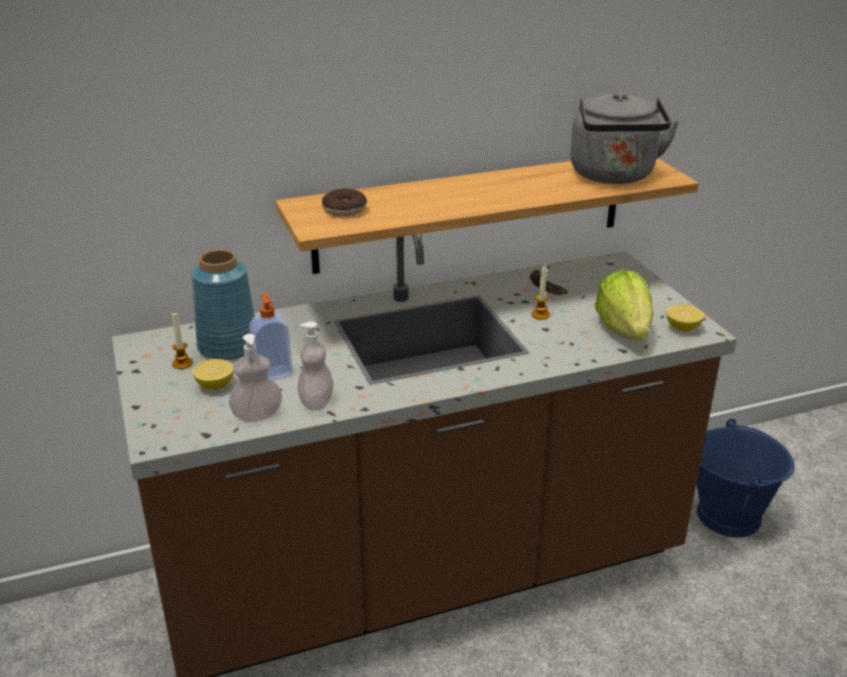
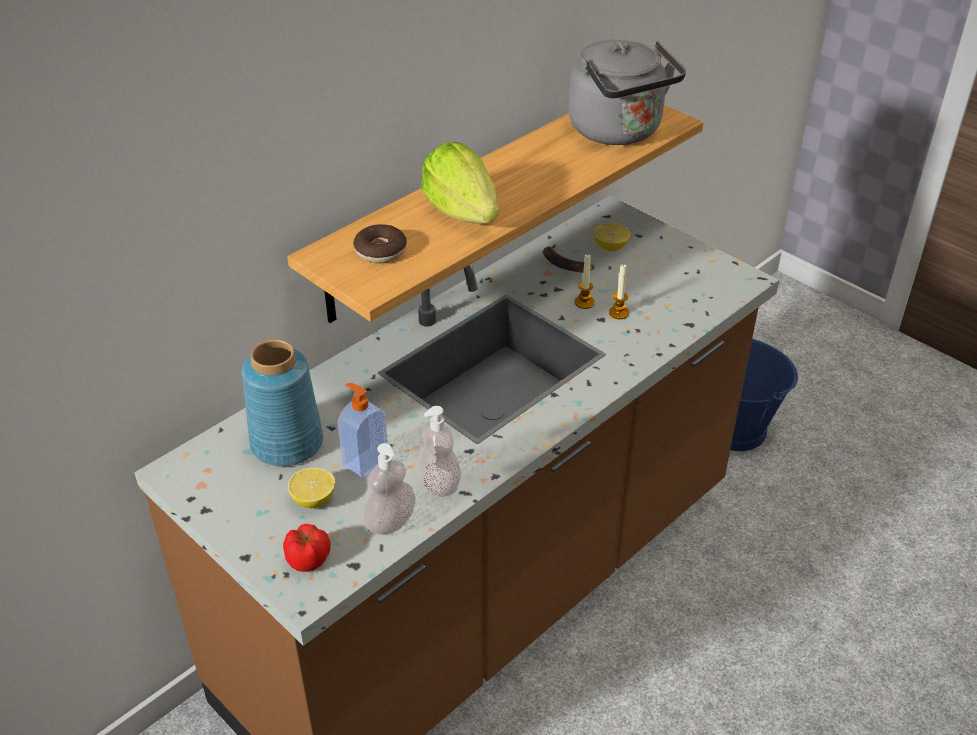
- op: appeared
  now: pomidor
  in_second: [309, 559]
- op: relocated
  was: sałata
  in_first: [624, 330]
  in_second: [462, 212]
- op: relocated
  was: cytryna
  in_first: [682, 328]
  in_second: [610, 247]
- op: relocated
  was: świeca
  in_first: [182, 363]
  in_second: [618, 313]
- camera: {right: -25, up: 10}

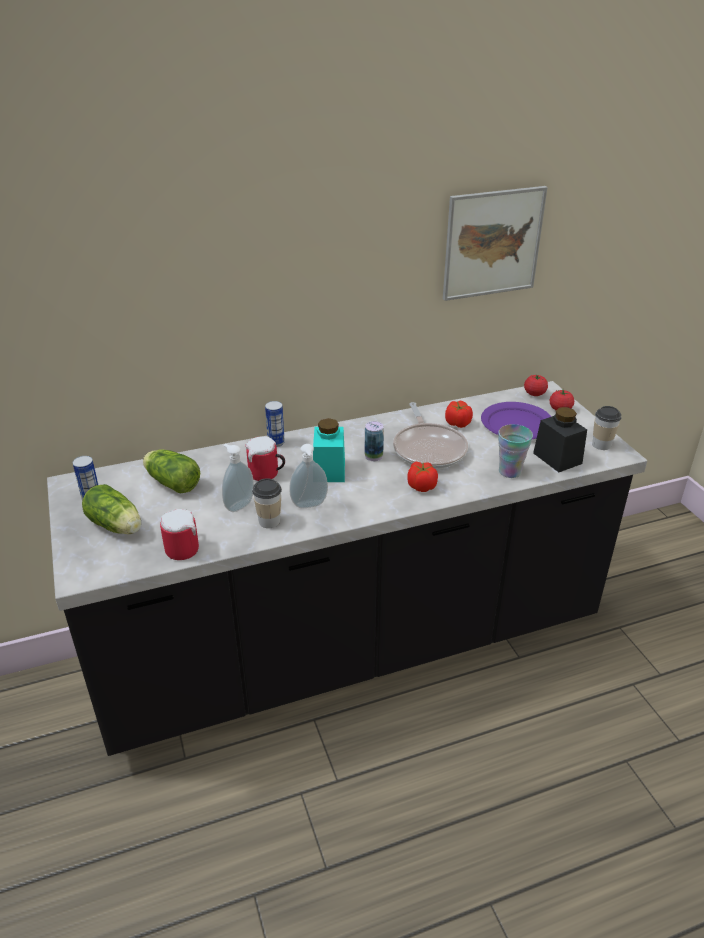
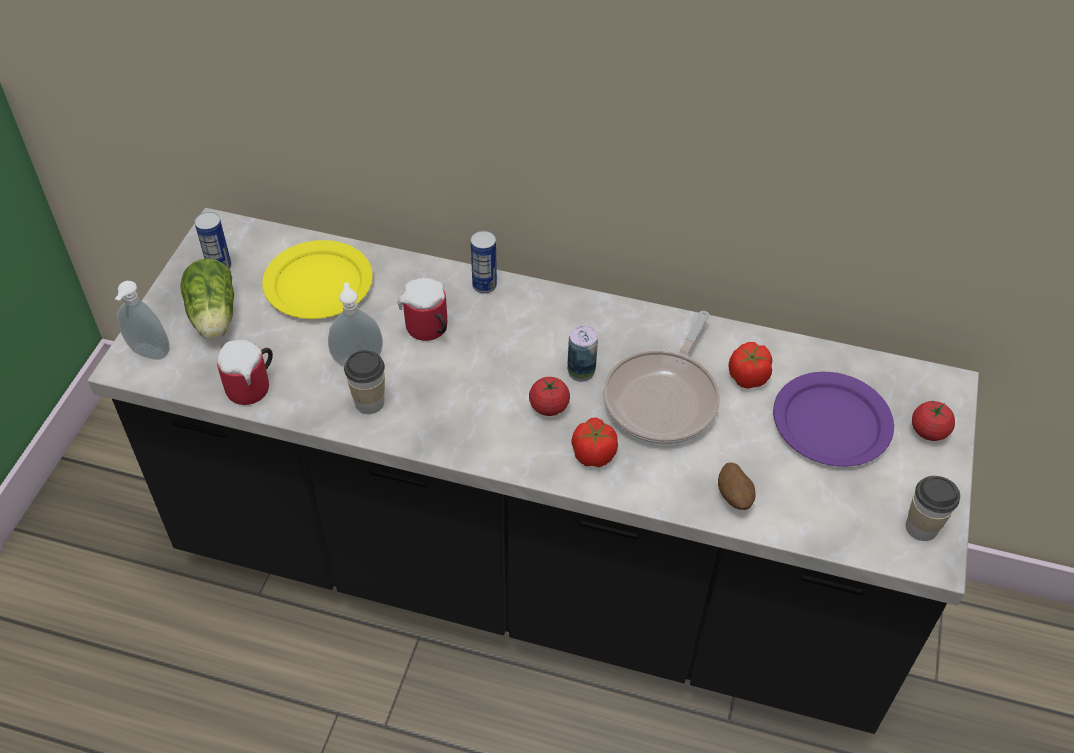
- op: relocated
  was: dozownik mydła
  in_first: [309, 505]
  in_second: [148, 354]
- op: exchanged
  was: sałata
  now: talerz [żółty]
  in_first: [171, 482]
  in_second: [318, 284]
- op: relocated
  was: pomidor
  in_first: [534, 393]
  in_second: [549, 406]
- op: exchanged
  was: filiżanka
  now: ziemniak
  in_first: [510, 472]
  in_second: [734, 497]
- op: missing
  was: słoik [turkusowy]
  in_first: [329, 470]
- op: missing
  was: obraz
  in_first: [492, 243]
- op: missing
  was: słoik [czarny]
  in_first: [557, 458]
- camera: {right: 35, up: 15}

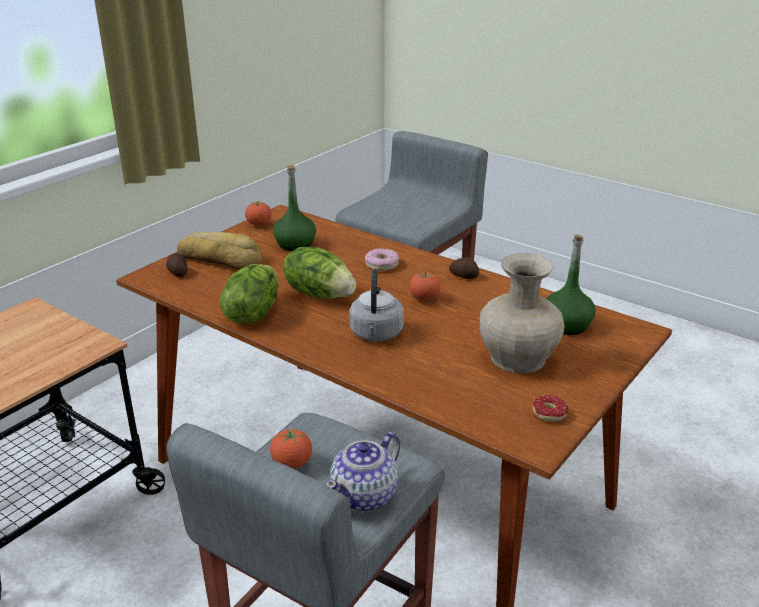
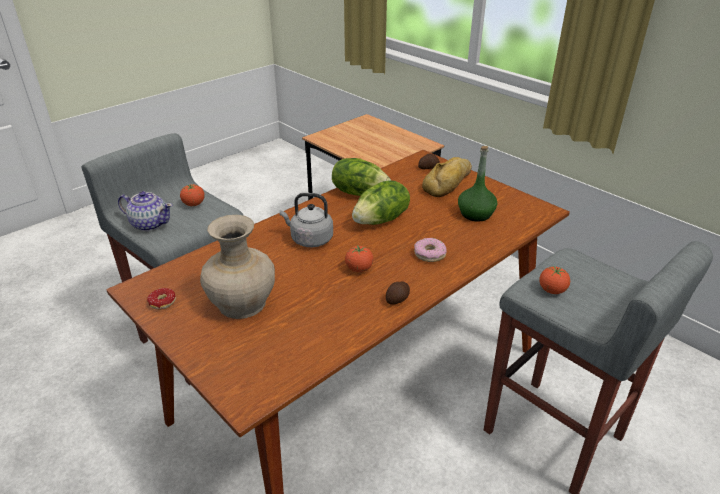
- op: spun
  was: imbryk
  in_first: [365, 495]
  in_second: [149, 224]
  clockwise: 150
- op: relocated
  was: pomidor
  in_first: [259, 224]
  in_second: [552, 290]
- op: missing
  was: butelka [zielony]
  in_first: [566, 325]
- camera: {right: 100, up: 5}

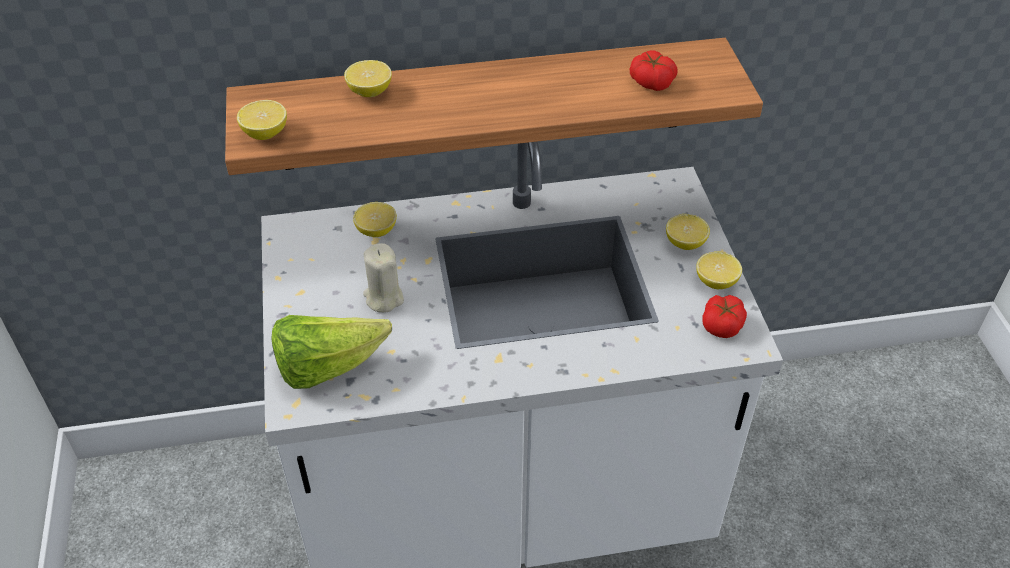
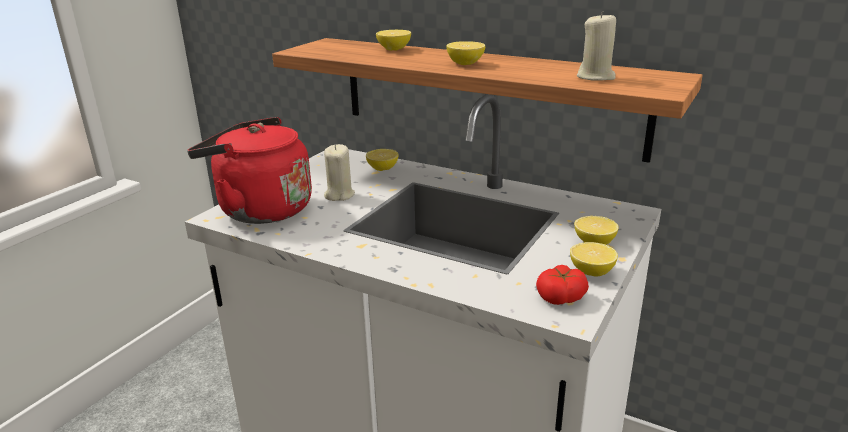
- op: exchanged
  was: sałata
  now: czajnik [czerwony]
  in_first: [327, 367]
  in_second: [260, 209]
- op: relocated
  was: cytryna
  in_first: [265, 133]
  in_second: [465, 63]
- op: exchanged
  was: pomidor
  now: świeca [beżowy]
  in_first: [651, 82]
  in_second: [596, 77]
- camera: {right: 40, up: -20}

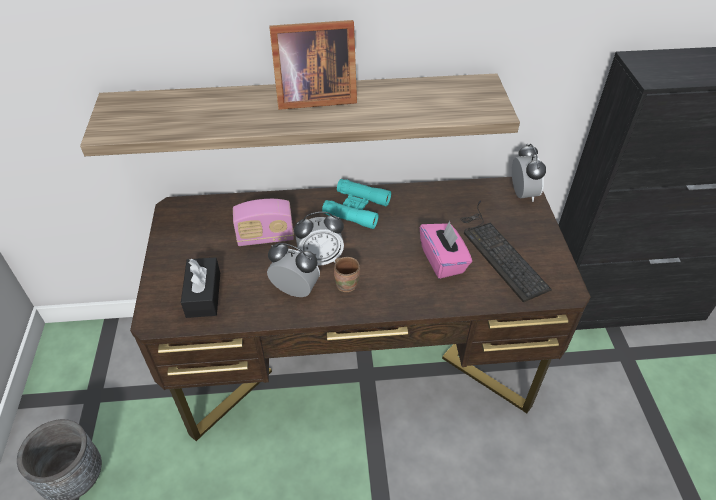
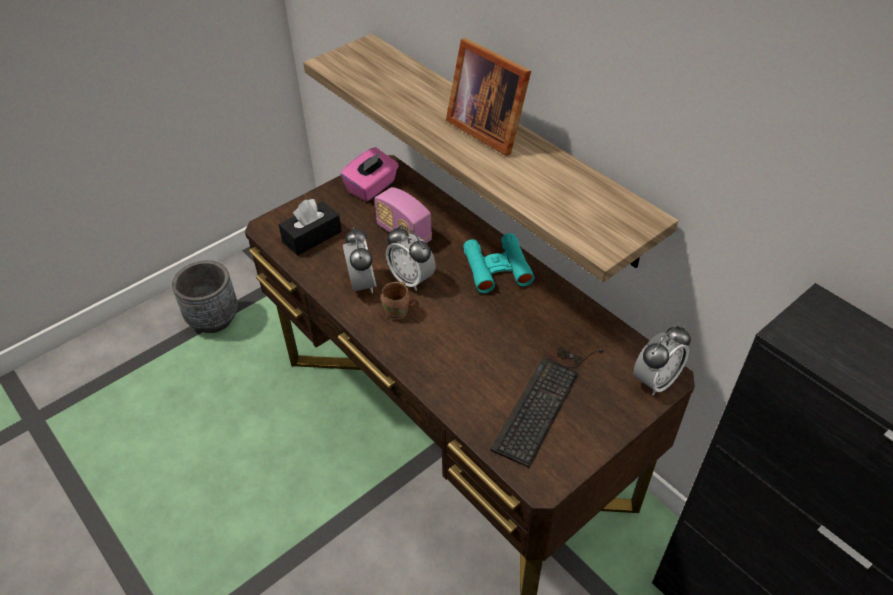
- op: relocated
  was: pudełko chusteczek [różowy]
  in_first: [443, 260]
  in_second: [372, 187]
- camera: {right: 55, up: 0}

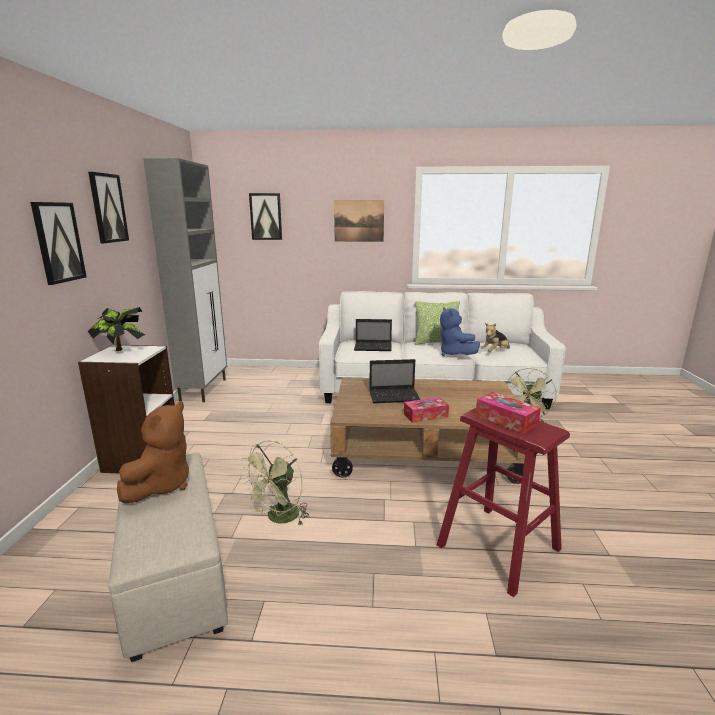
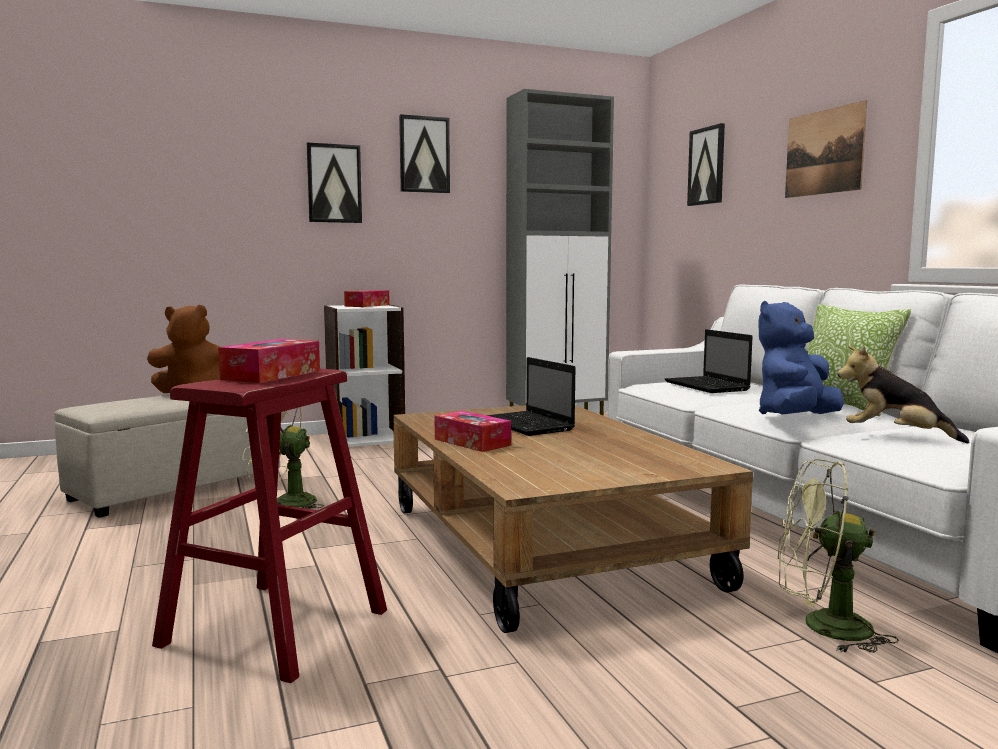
- op: exchanged
  was: roślina doniczkowa
  now: pudełko chusteczek
  in_first: [121, 351]
  in_second: [367, 305]
- camera: {right: 65, up: -10}

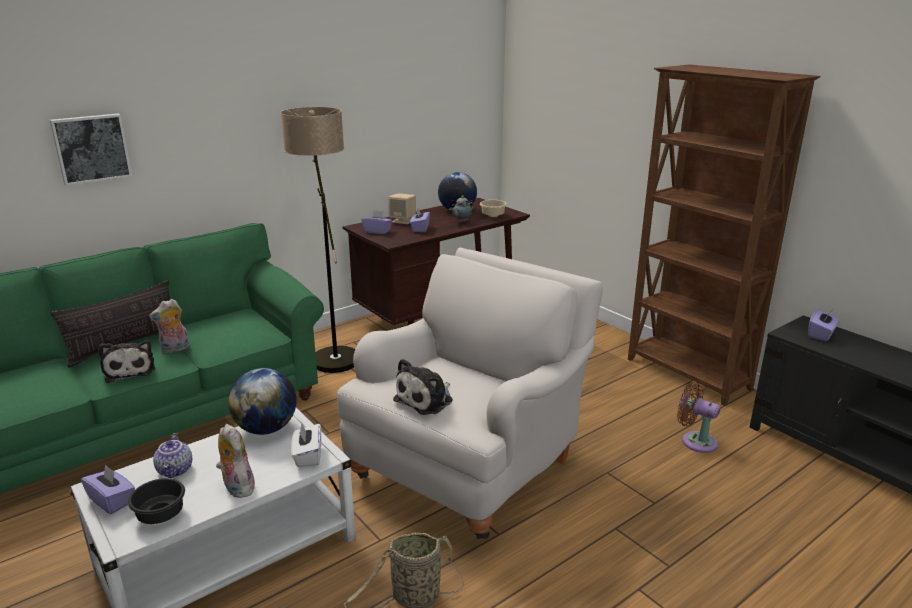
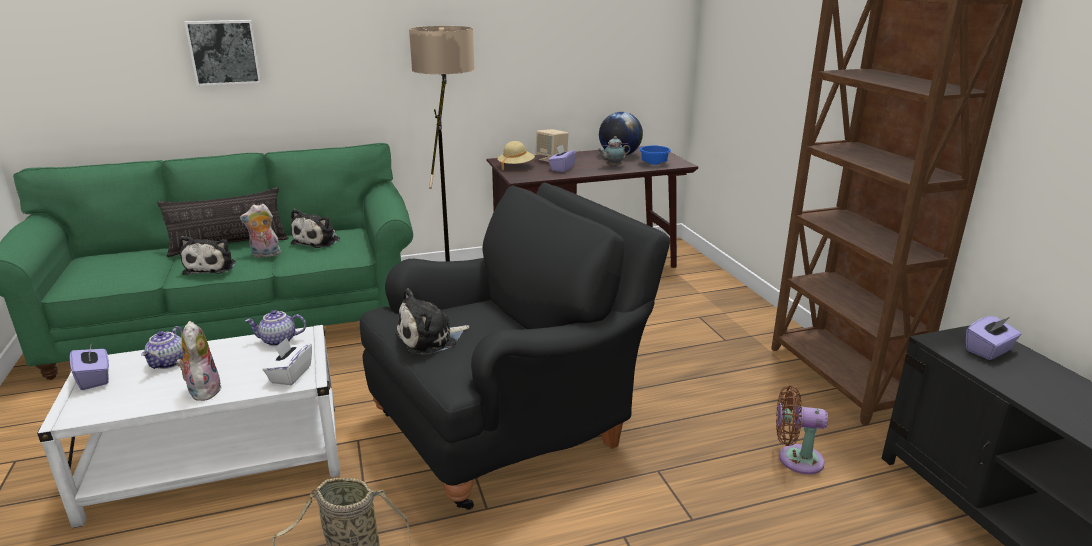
- op: exchanged
  was: globus
  now: imbryk
  in_first: [266, 429]
  in_second: [278, 341]
- op: appeared
  now: pluszak
  in_second: [318, 241]
- op: colour
  was: fotel [biały]
  now: fotel [czarny]
  in_first: [470, 464]
  in_second: [510, 426]
- op: exchanged
  was: pudełko chusteczek [fioletowy]
  now: kapelusz [beżowy]
  in_first: [377, 231]
  in_second: [516, 166]
- op: colour
  was: miska [beżowy]
  now: miska [niebieski]
  in_first: [493, 215]
  in_second: [655, 163]
- op: spun
  was: wentylator [brązowy]
  in_first: [695, 441]
  in_second: [795, 459]
  clockwise: -45
- op: missing
  was: miska [czarny]
  in_first: [161, 514]
- camera: {right: 20, up: 0}

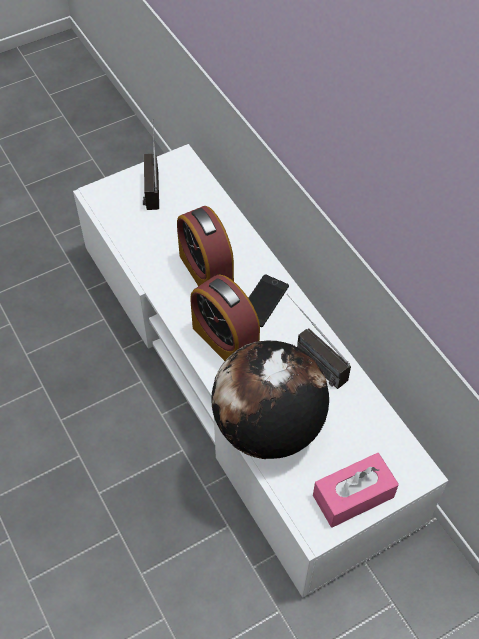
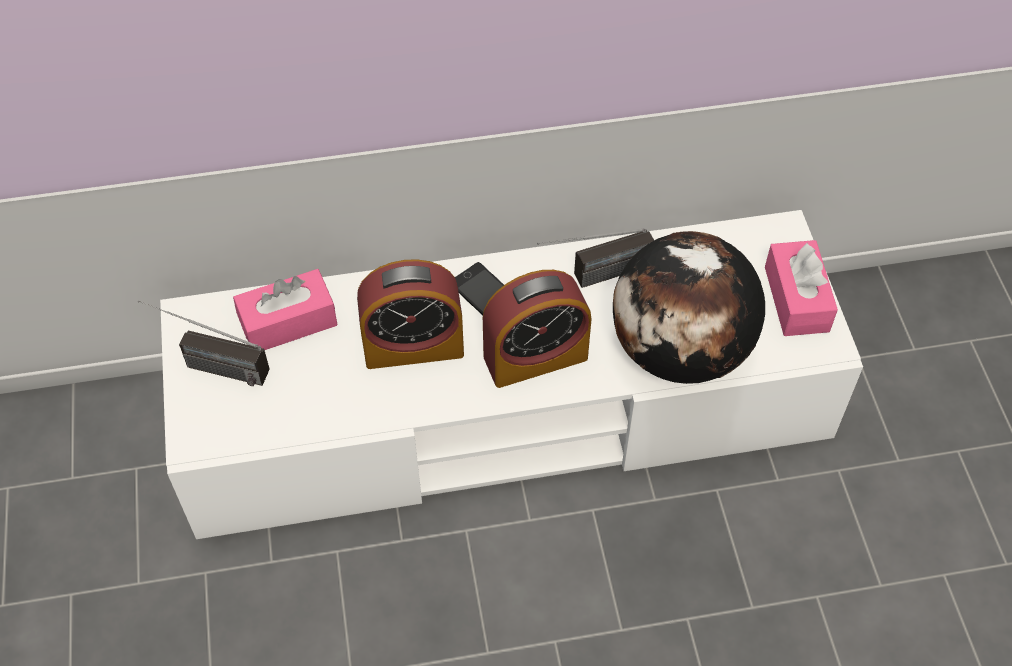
- op: appeared
  now: pudełko chusteczek [różowy]
  in_second: [288, 322]
- camera: {right: -70, up: 0}

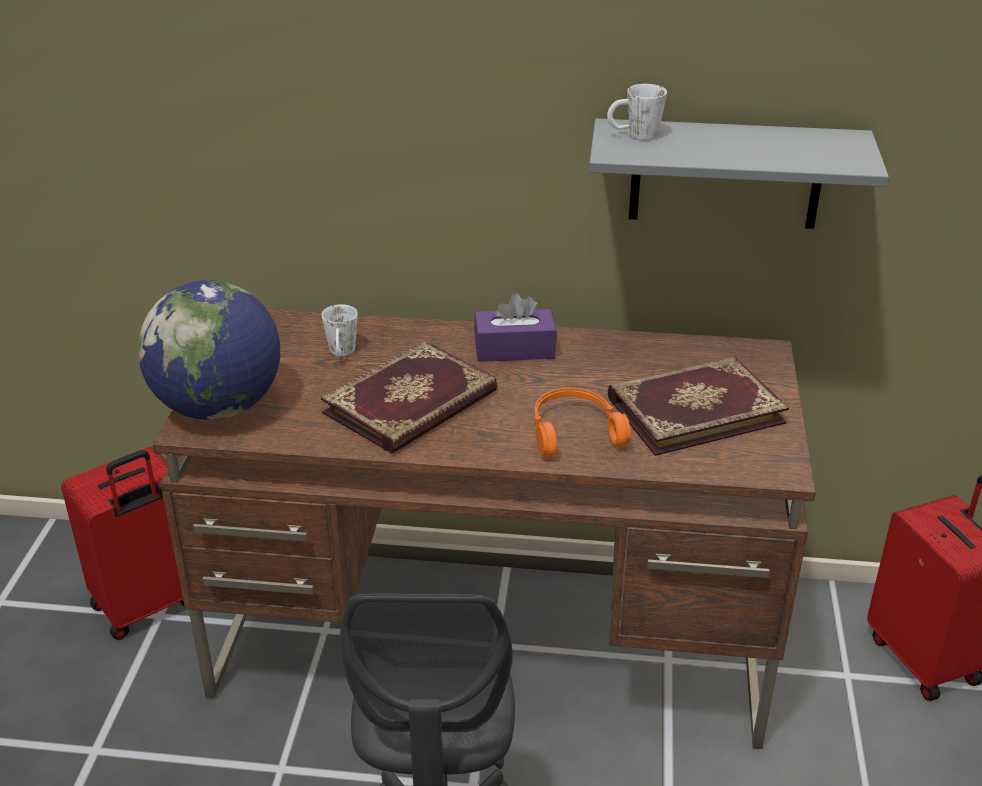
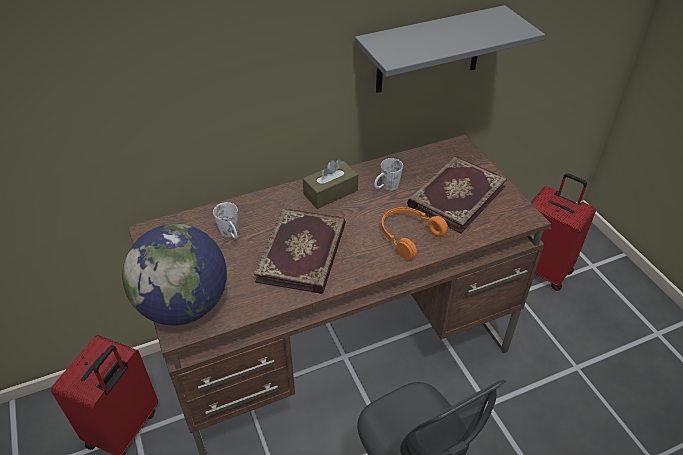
- op: colour
  was: pudełko chusteczek [fioletowy]
  now: pudełko chusteczek [brązowy]
  in_first: [514, 349]
  in_second: [330, 192]
- op: relocated
  was: kubek [biały]
  in_first: [634, 136]
  in_second: [386, 188]
- camera: {right: -30, up: 10}

